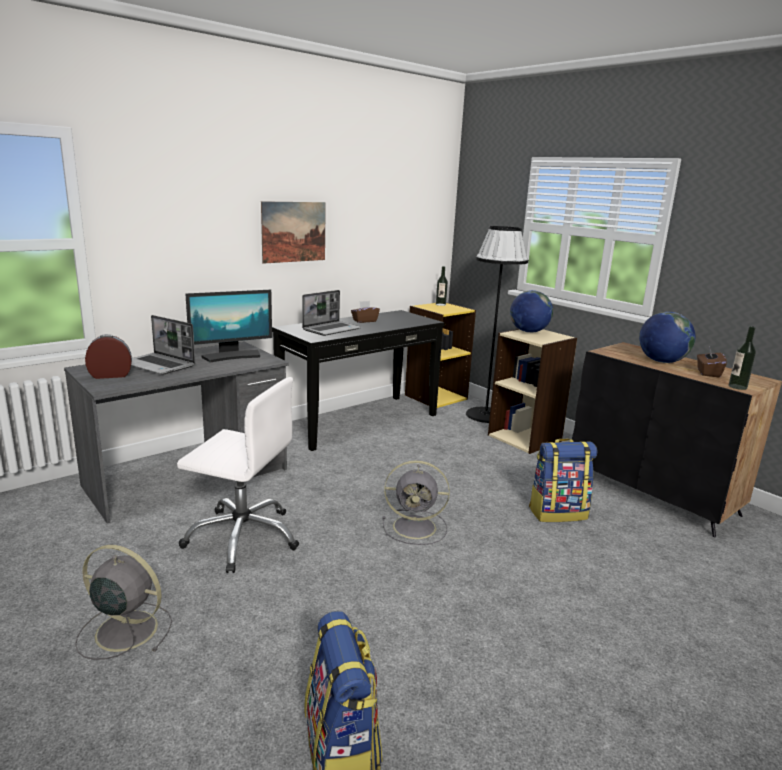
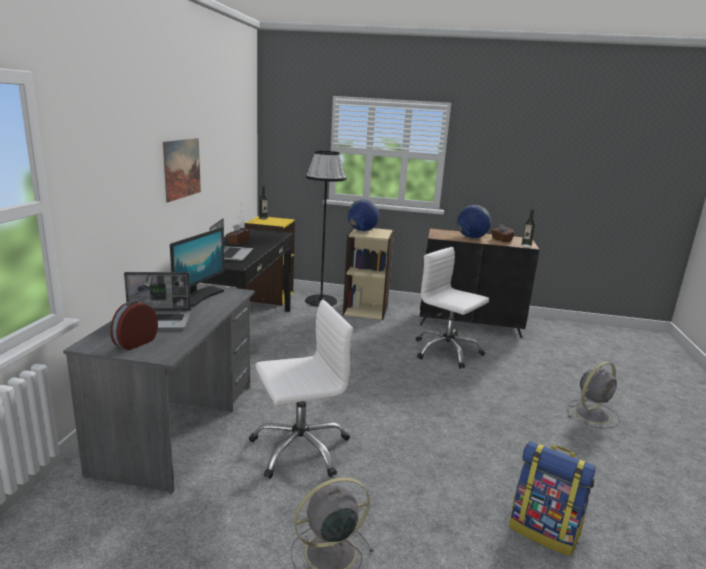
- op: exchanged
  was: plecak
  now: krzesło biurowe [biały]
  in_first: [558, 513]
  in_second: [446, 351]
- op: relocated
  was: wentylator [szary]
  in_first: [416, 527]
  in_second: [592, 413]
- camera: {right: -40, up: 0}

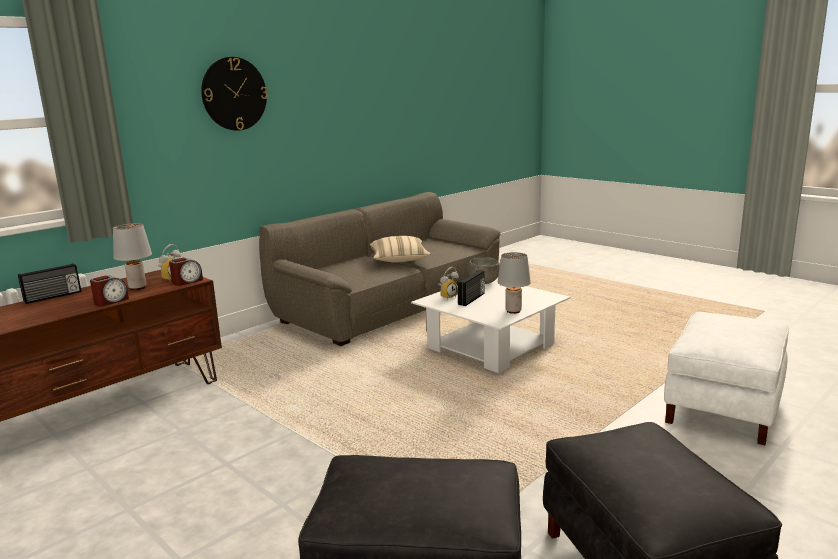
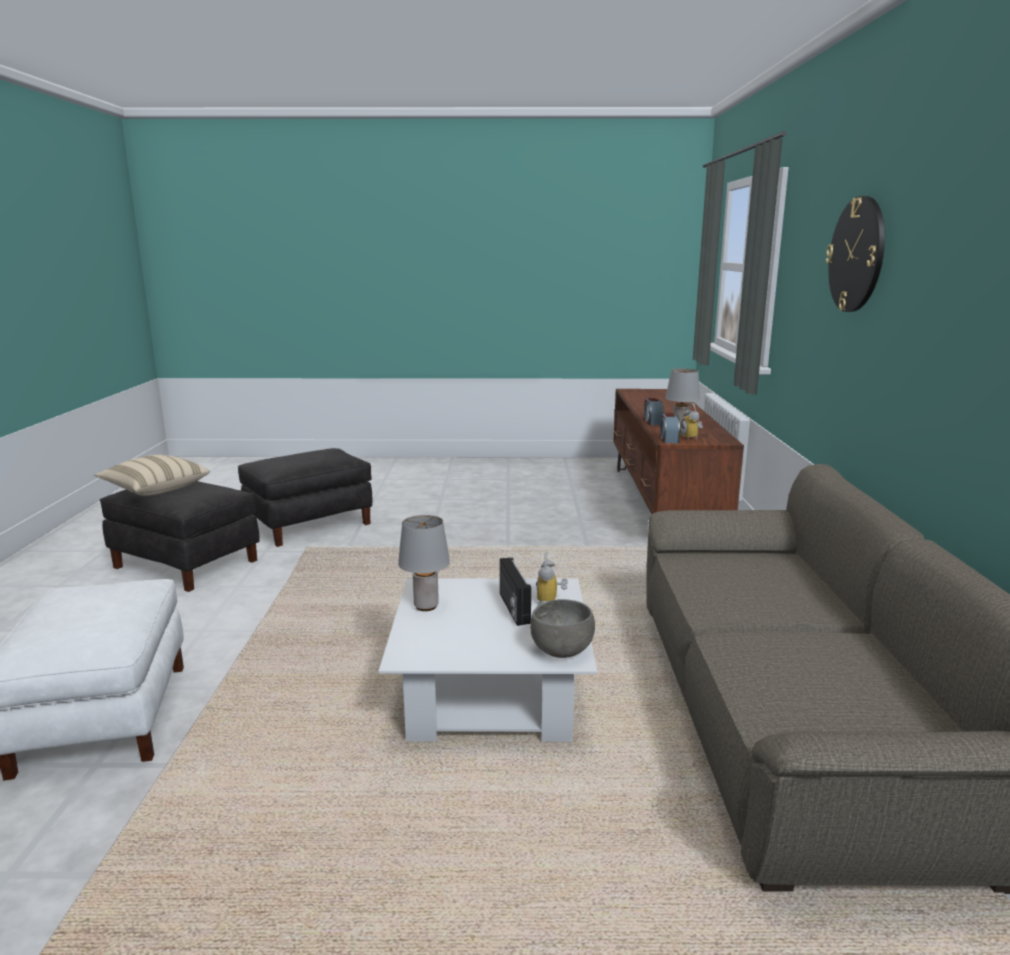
- op: relocated
  was: poduszka [beżowy]
  in_first: [399, 260]
  in_second: [155, 489]
- op: missing
  was: radio
  in_first: [53, 297]
- camera: {right: 135, up: 0}

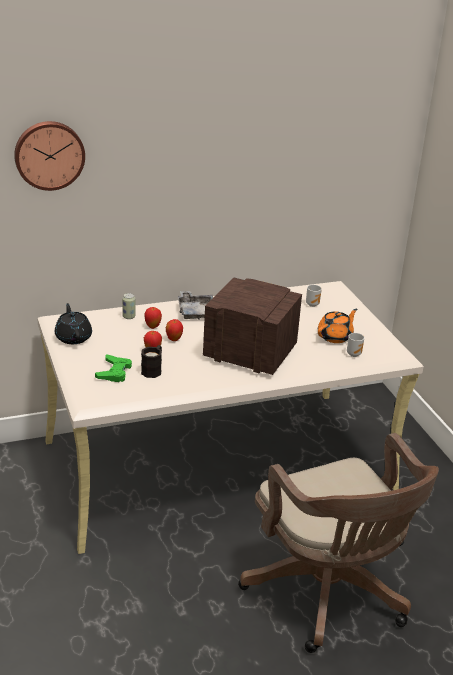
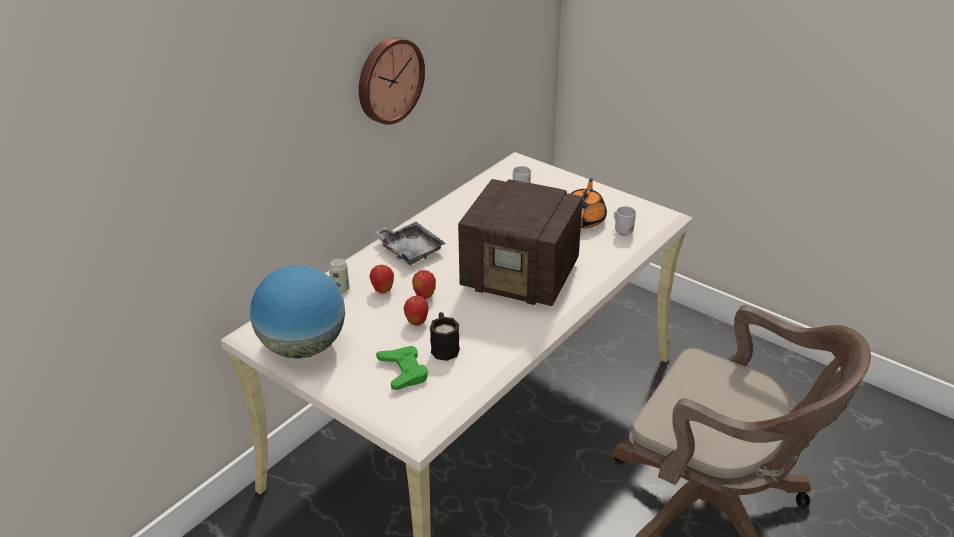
- op: exchanged
  was: imbryk [czarny]
  now: globus
  in_first: [73, 337]
  in_second: [303, 347]
- op: relocated
  was: zegar ścienny
  in_first: [49, 154]
  in_second: [388, 80]
- op: spun
  was: radio
  in_first: [248, 353]
  in_second: [522, 277]
  clockwise: -150
- camera: {right: -30, up: 5}

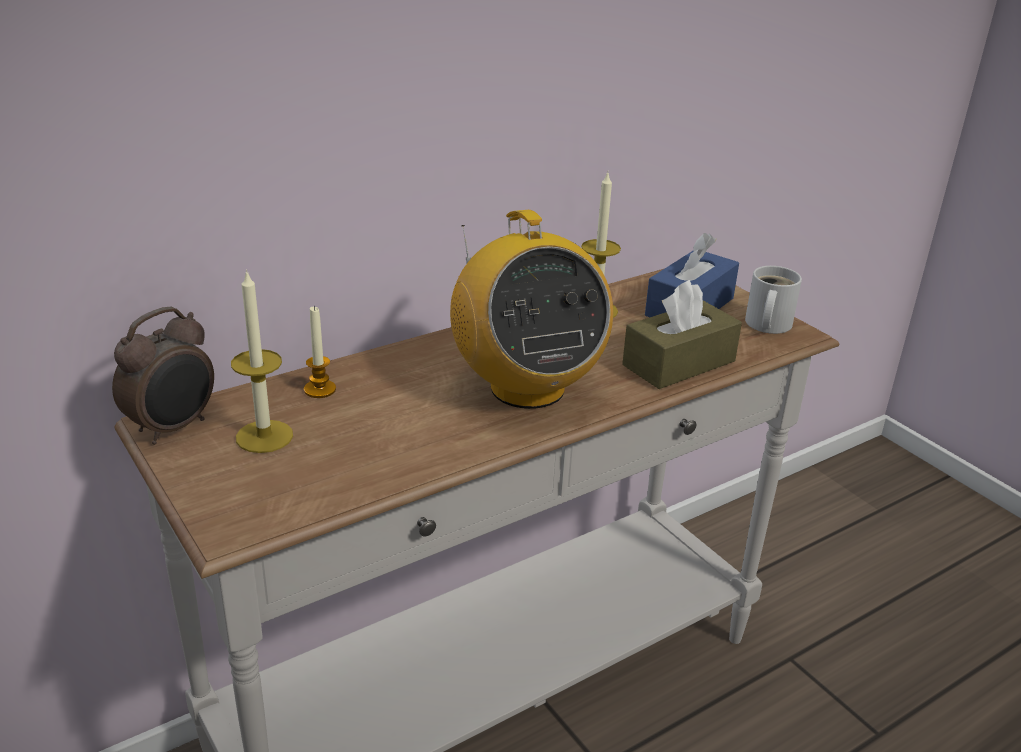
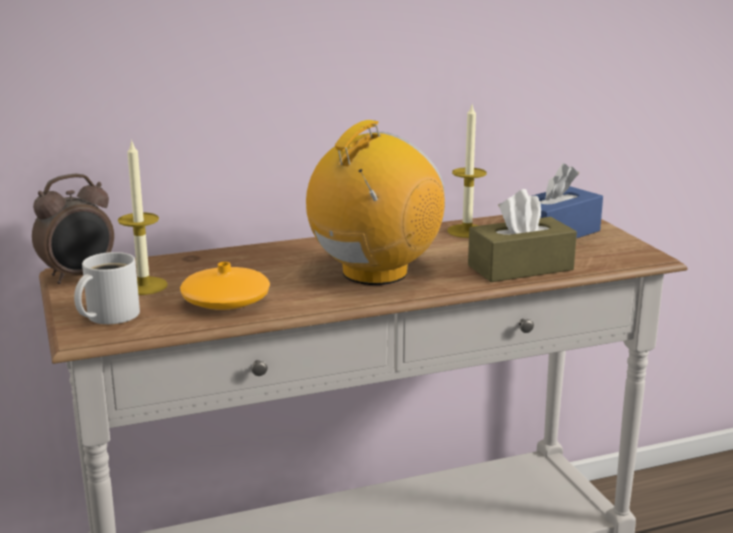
- op: relocated
  was: kubek [biały]
  in_first: [765, 324]
  in_second: [108, 315]
- op: appeared
  now: wazon [pomarańczowy]
  in_second: [226, 301]
- op: spun
  was: radio
  in_first: [526, 387]
  in_second: [374, 273]
  clockwise: -135
- op: missing
  was: świeca
  in_first: [320, 390]
- camera: {right: 15, up: -10}

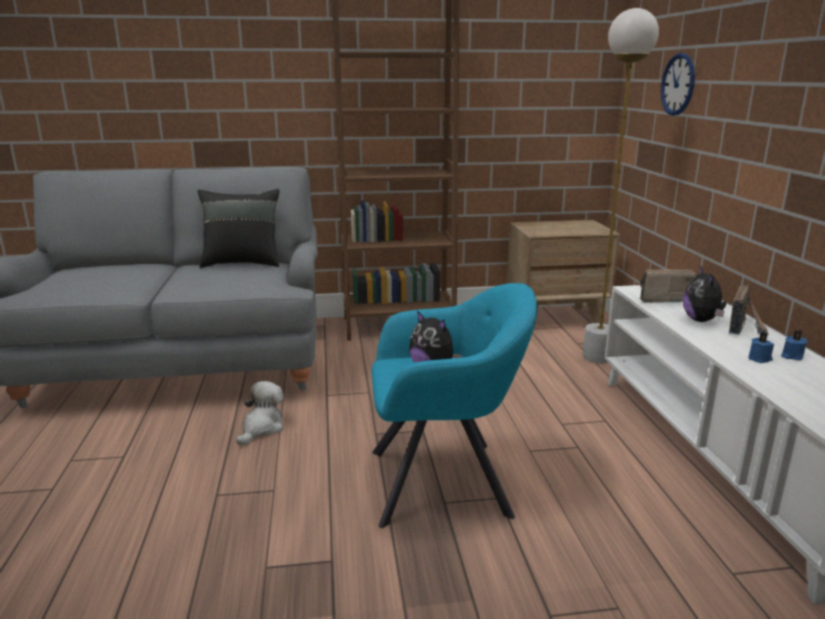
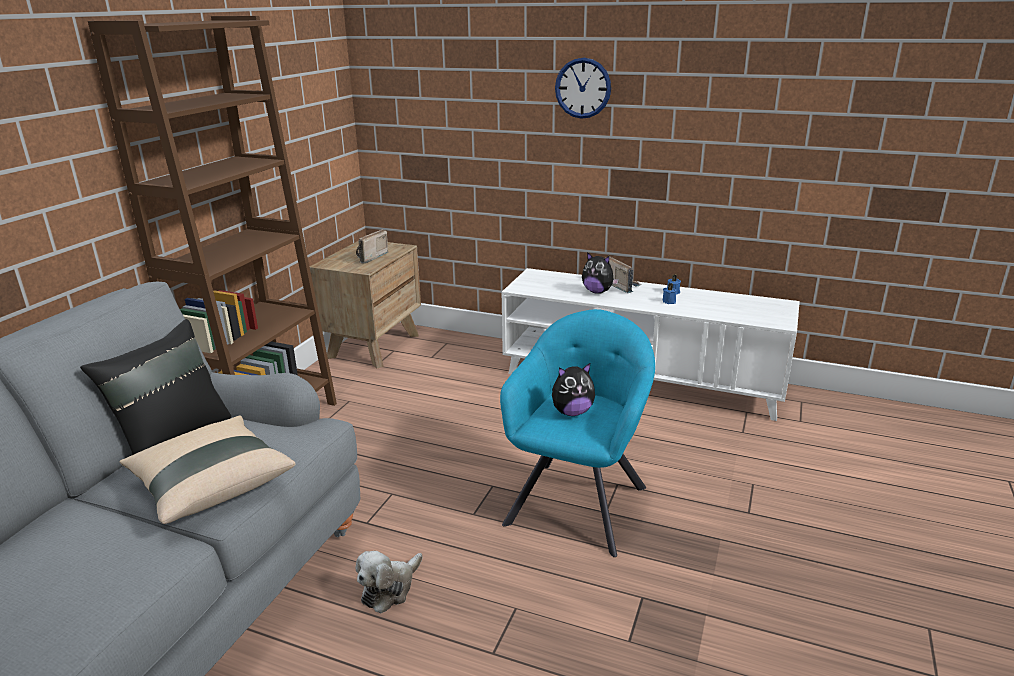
- op: appeared
  now: poduszka [beżowy]
  in_second: [211, 485]
- op: spun
  was: pluszak
  in_first: [261, 428]
  in_second: [389, 589]
  clockwise: -105
- op: relocated
  was: radio
  in_first: [661, 299]
  in_second: [369, 257]
- op: relocated
  was: zegar ścienny
  in_first: [678, 84]
  in_second: [583, 88]
- op: missing
  was: lampa stojąca [biały]
  in_first: [597, 357]
- camera: {right: -60, up: 5}

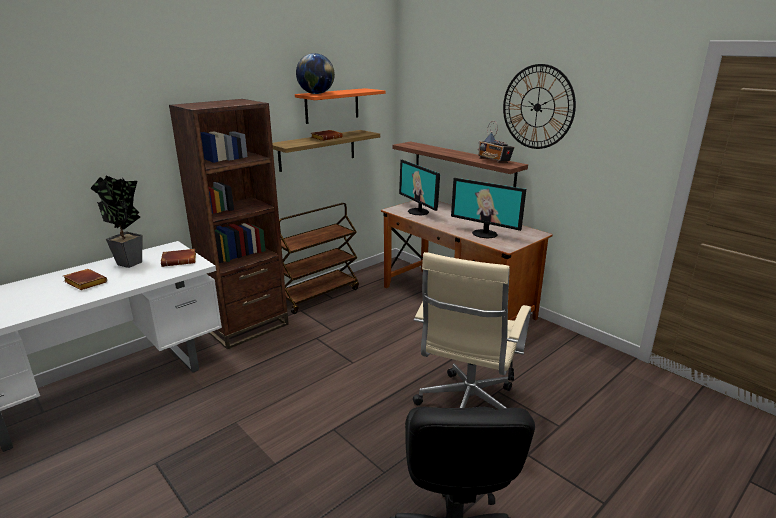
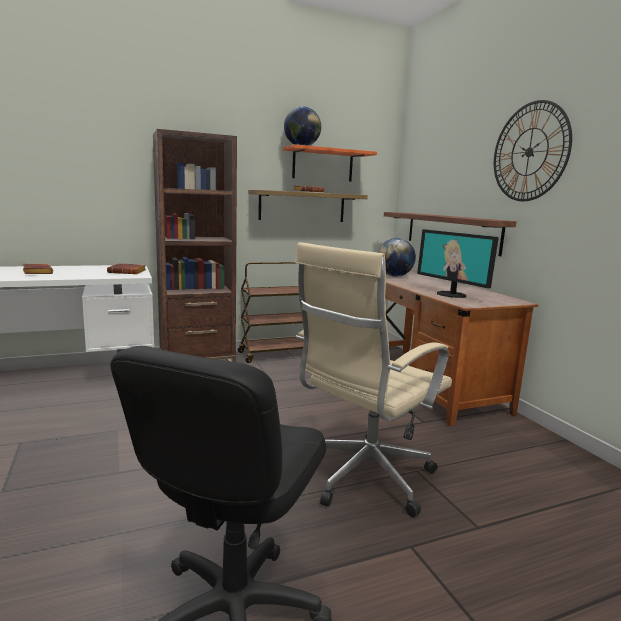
- op: exchanged
  was: monitor
  now: globus
  in_first: [419, 211]
  in_second: [394, 276]
- op: missing
  was: roślina doniczkowa
  in_first: [130, 264]
- op: missing
  was: radio
  in_first: [494, 161]
- camera: {right: 20, up: -10}

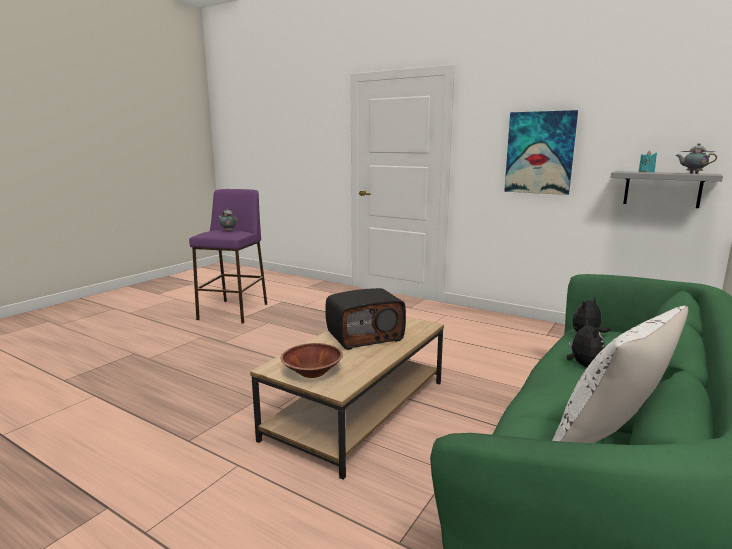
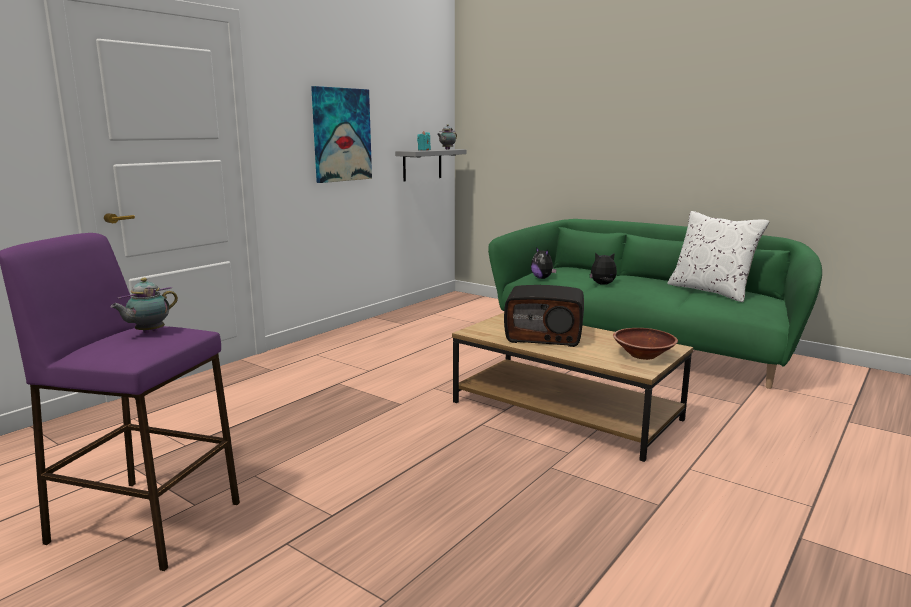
- op: spun
  was: radio
  in_first: [365, 336]
  in_second: [544, 336]
  clockwise: 120
- camera: {right: -85, up: 0}

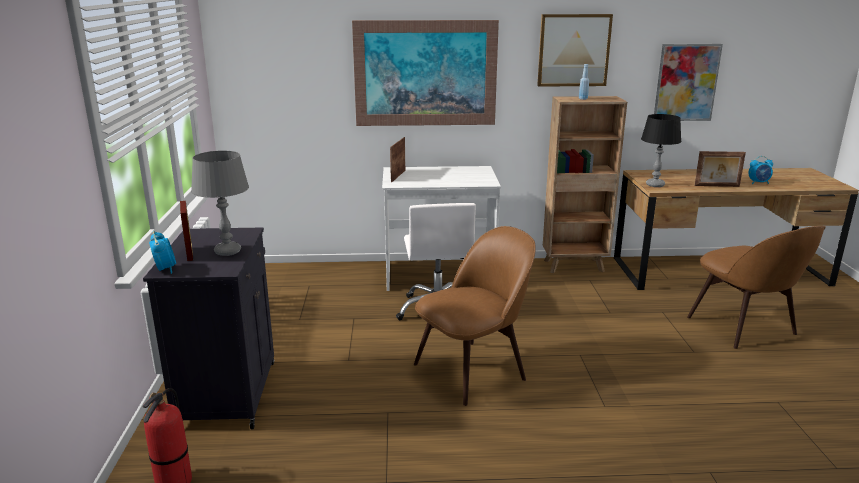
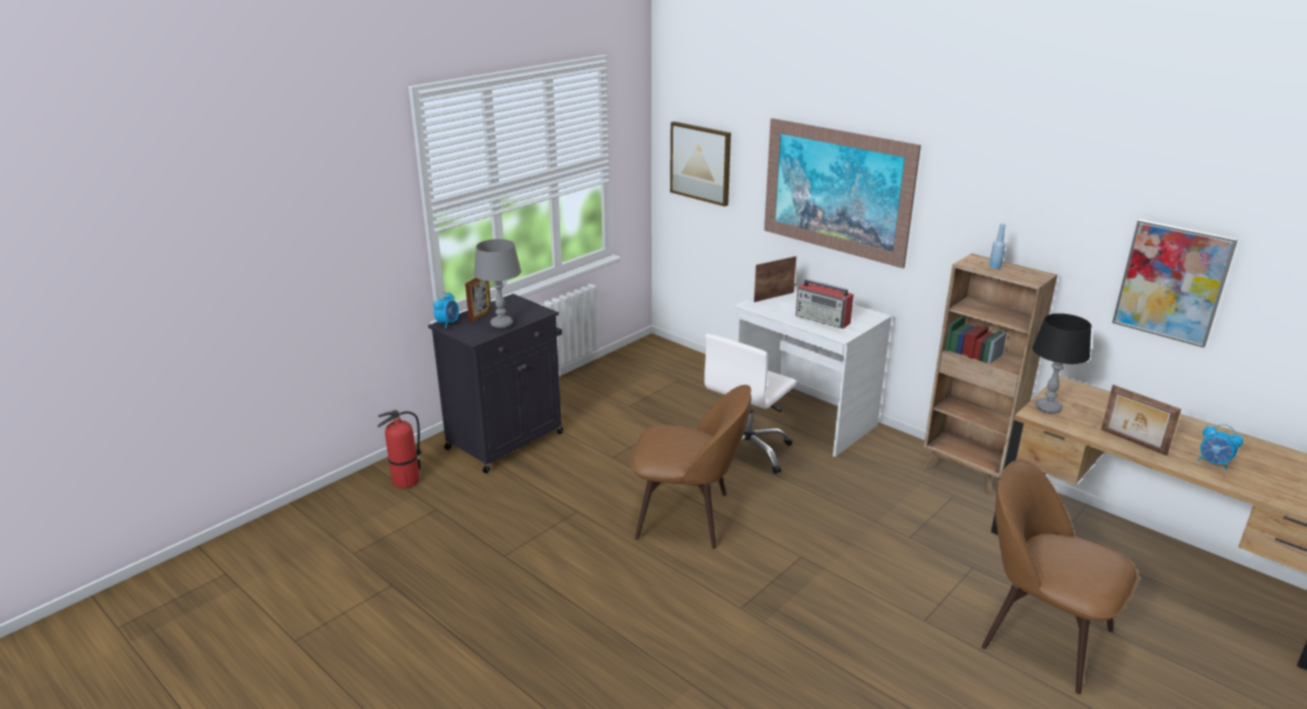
- op: relocated
  was: obraz
  in_first: [573, 50]
  in_second: [701, 163]
- op: appeared
  now: radio
  in_second: [823, 319]
- op: spun
  was: krzesło [brązowy]
  in_first: [744, 327]
  in_second: [1041, 635]
  clockwise: 105
- camera: {right: 45, up: 5}

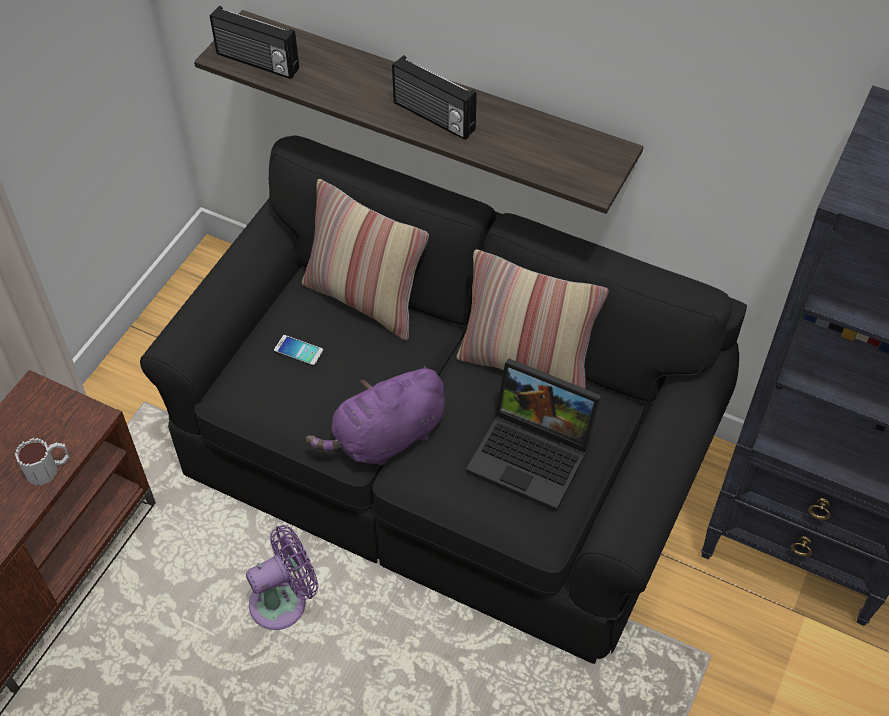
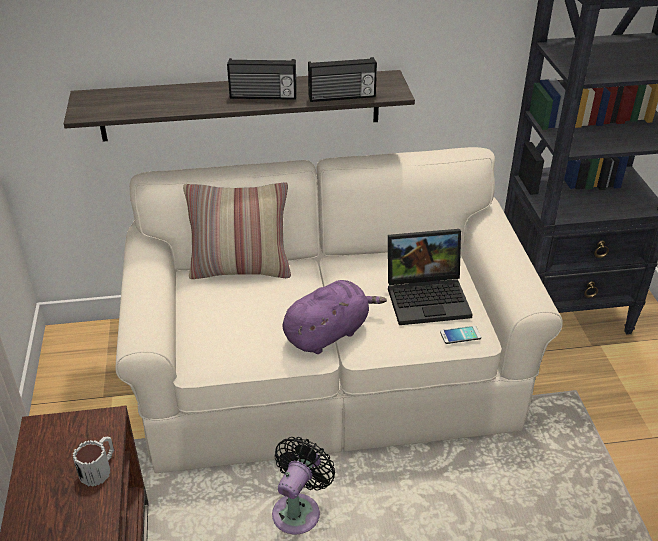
- op: colour
  was: kanapa [czarny]
  now: kanapa [beżowy]
  in_first: [446, 459]
  in_second: [329, 372]
- op: colour
  was: wentylator [fioletowy]
  now: wentylator [czarny]
  in_first: [284, 601]
  in_second: [299, 510]
- op: spun
  was: pluszak [fioletowy]
  in_first: [385, 438]
  in_second: [329, 333]
  clockwise: -150
- op: relocated
  was: radio
  in_first: [256, 62]
  in_second: [342, 97]
- op: relocated
  was: telefon
  in_first: [298, 351]
  in_second: [460, 335]
- op: missing
  was: poduszka
  in_first: [526, 364]
- camera: {right: -35, up: -15}

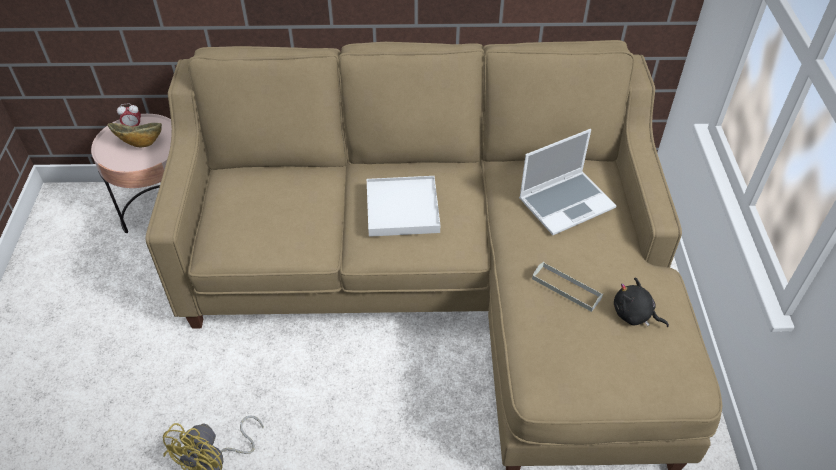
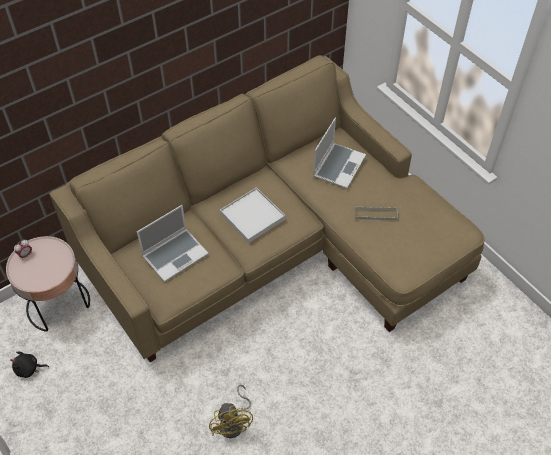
- op: relocated
  was: pluszak [czarny]
  in_first: [634, 315]
  in_second: [29, 369]
- op: appeared
  now: laptop
  in_second: [175, 254]
- op: missing
  was: miska
  in_first: [140, 143]
- camera: {right: -35, up: 5}

